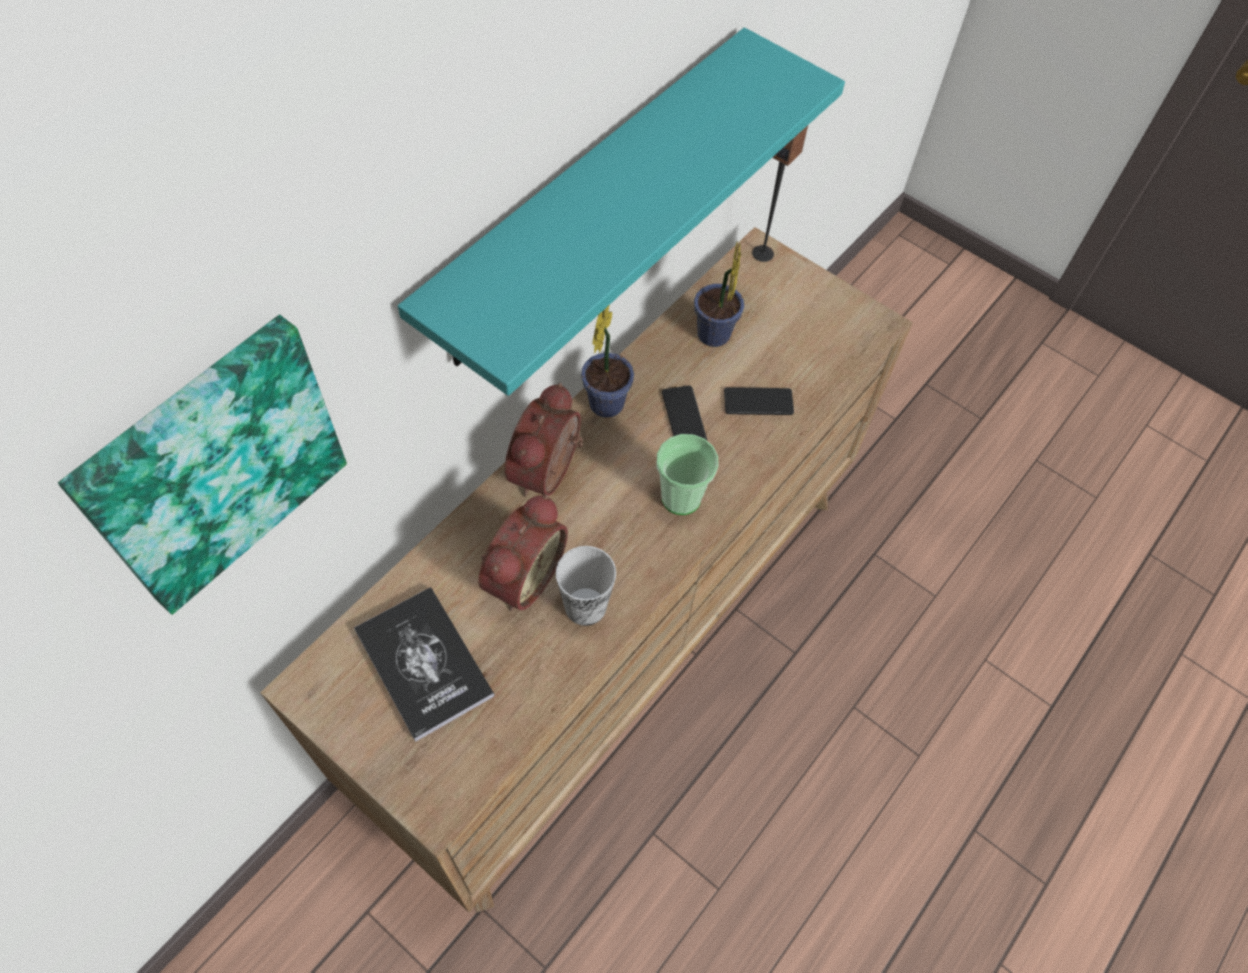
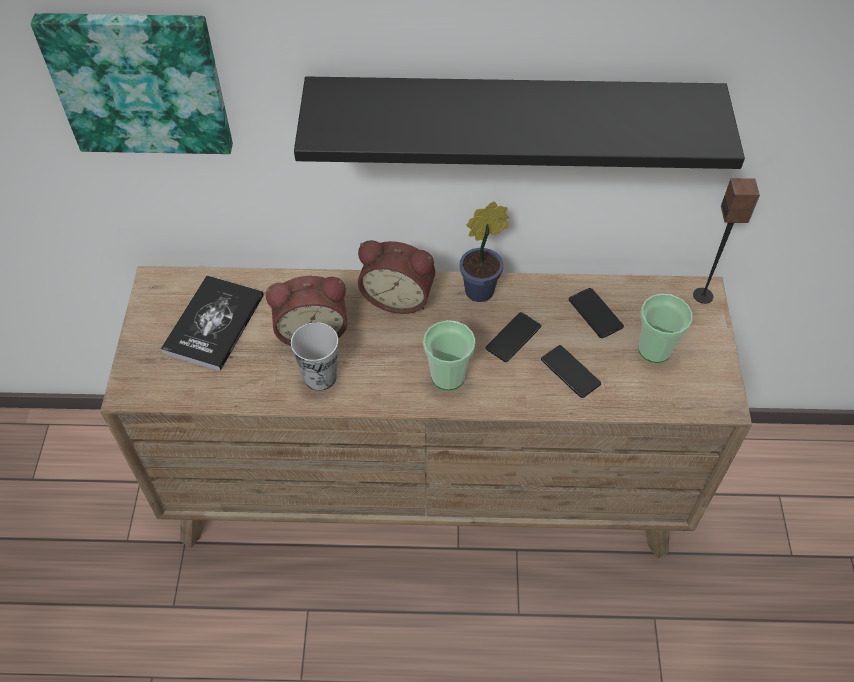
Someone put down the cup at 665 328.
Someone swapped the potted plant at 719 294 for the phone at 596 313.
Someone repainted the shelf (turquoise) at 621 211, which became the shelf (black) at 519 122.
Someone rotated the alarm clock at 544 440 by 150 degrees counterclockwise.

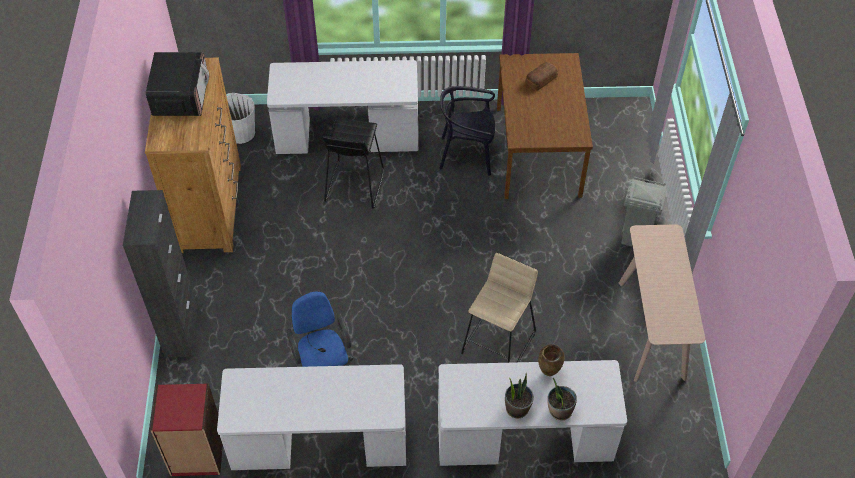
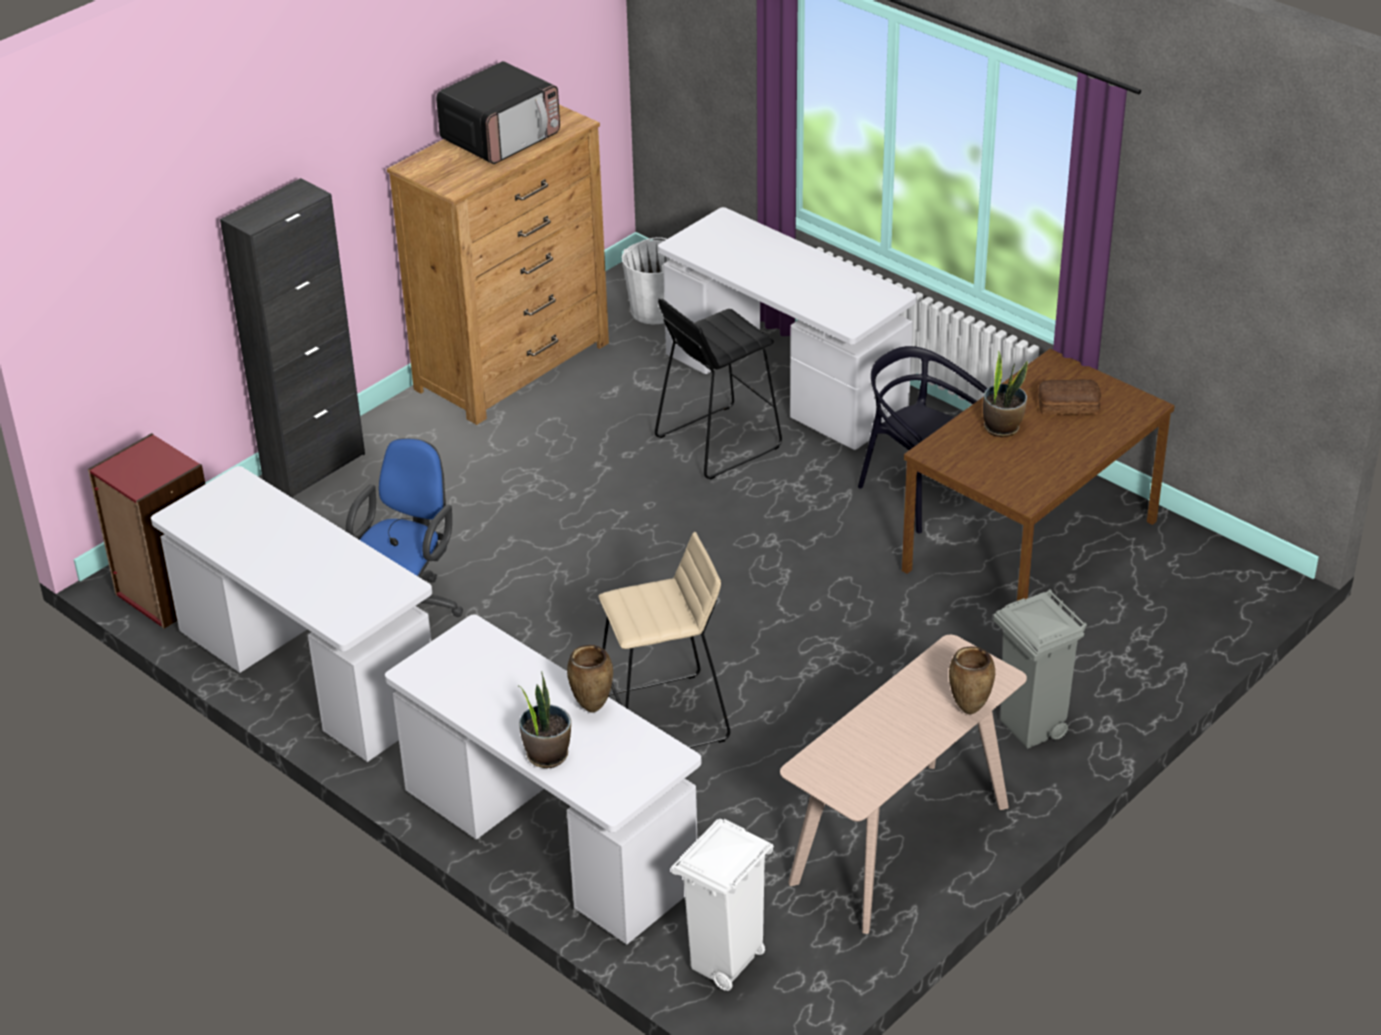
Someone put down the trash can (white) at 722 905.
Someone put down the vase (brown) at 972 680.
Someone carried the potted plant from 519 396 to 1005 394.

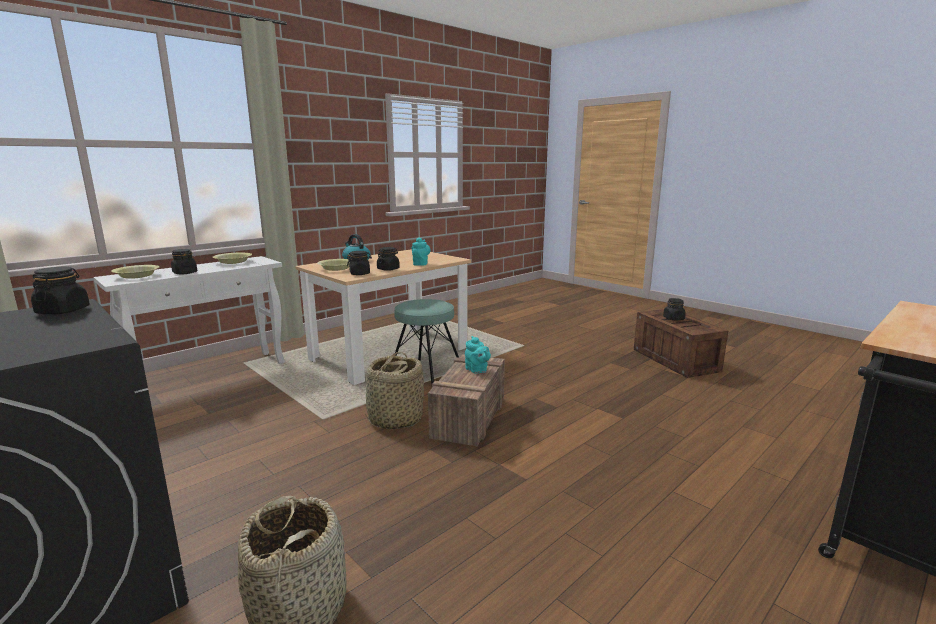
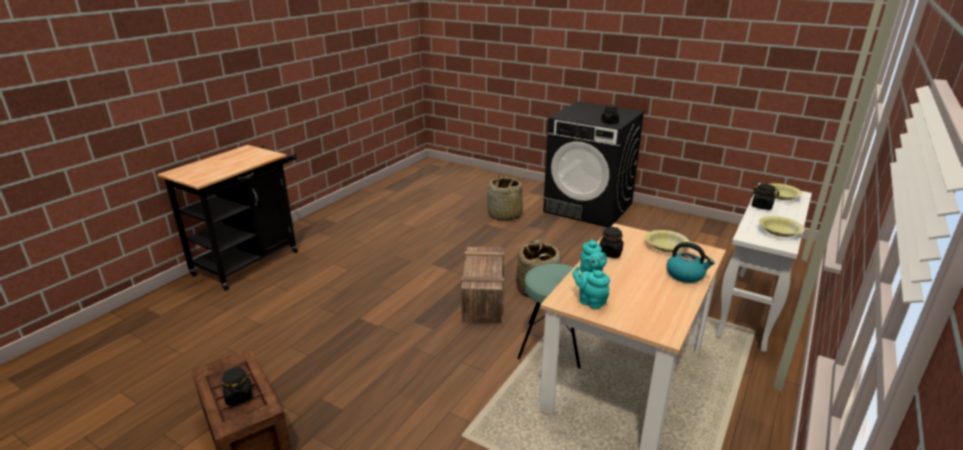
Someone took away the jar (black) at 359 263.
Someone carried the teapot (turquoise) from 478 355 to 591 287.

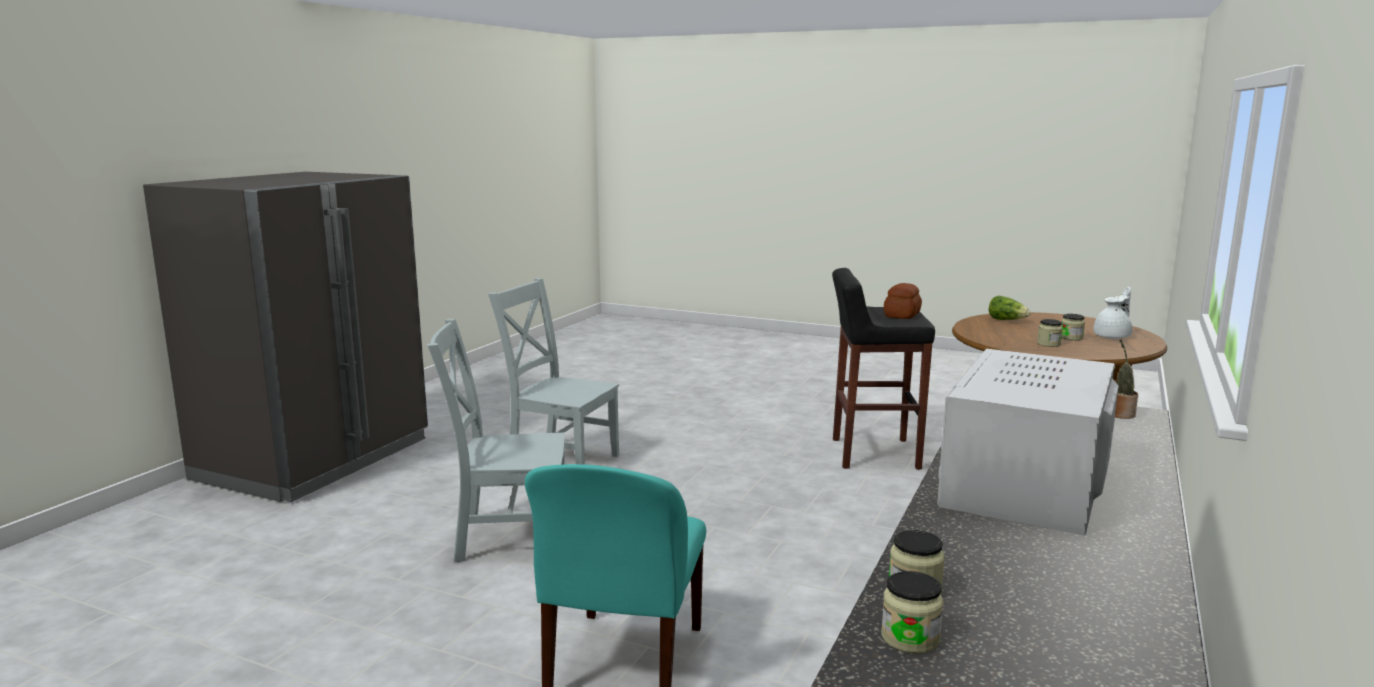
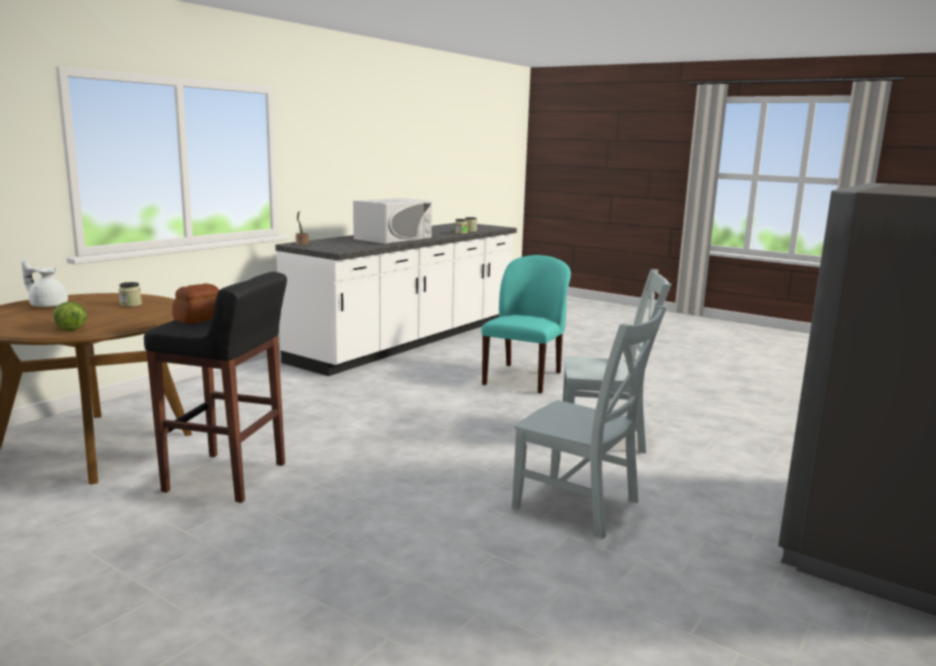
Someone took away the jar at 1073 327.
Someone rotated the teapot (white) at 1112 313 by 45 degrees clockwise.

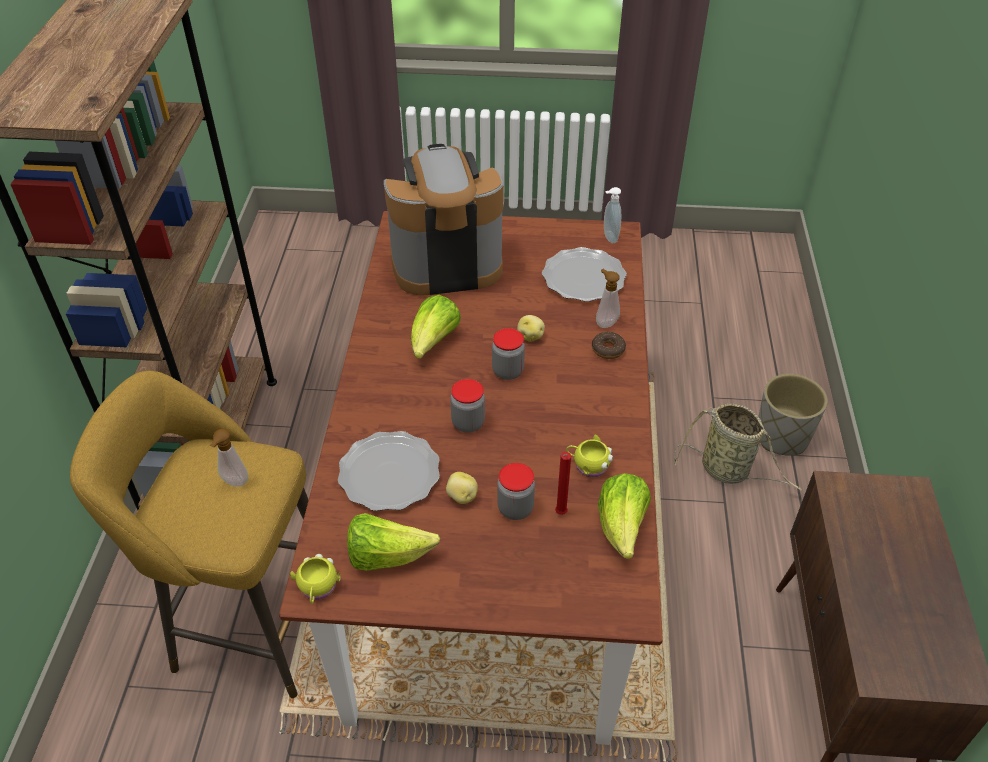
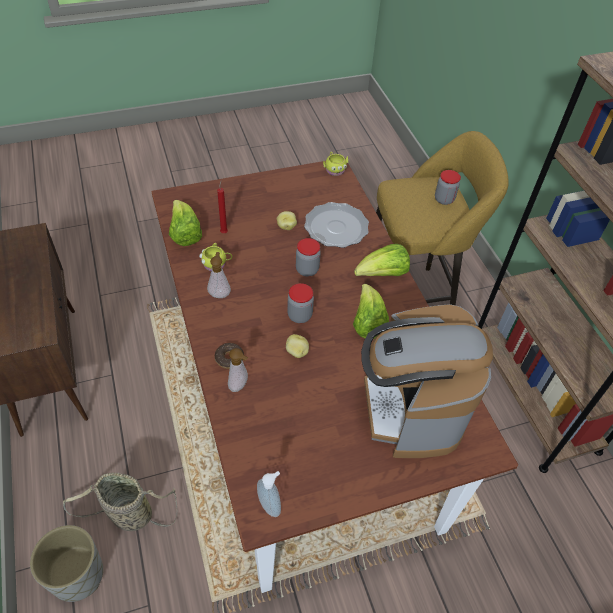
Someone took away the plate at 584 274.
Someone carried the soap dispenser from 229 458 to 219 275.
Someone carried the lettuce from 393 542 to 382 260.
Someone carried the jar from 516 491 to 448 187.
Someone rotated the coffee machine at 444 220 by 120 degrees clockwise.

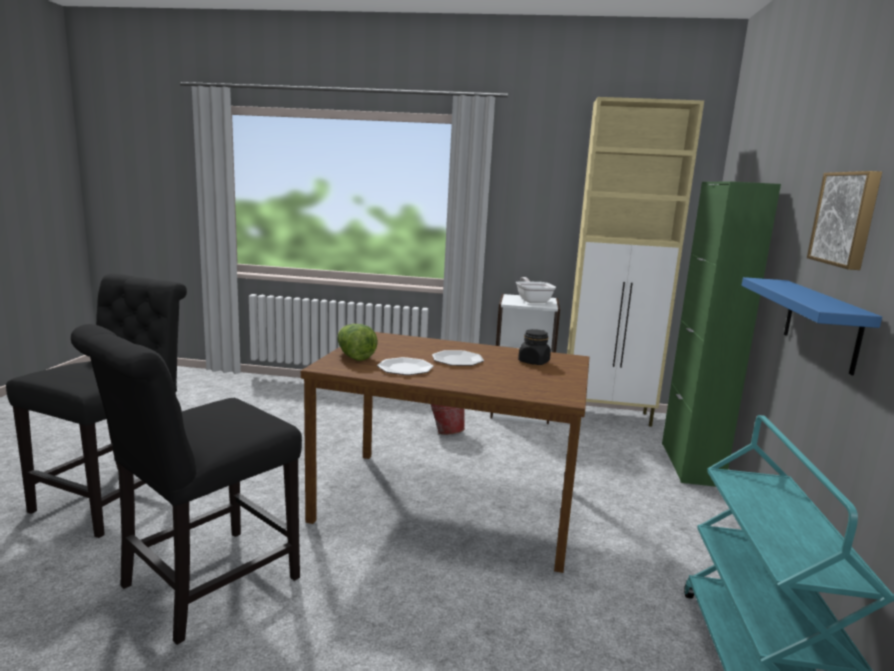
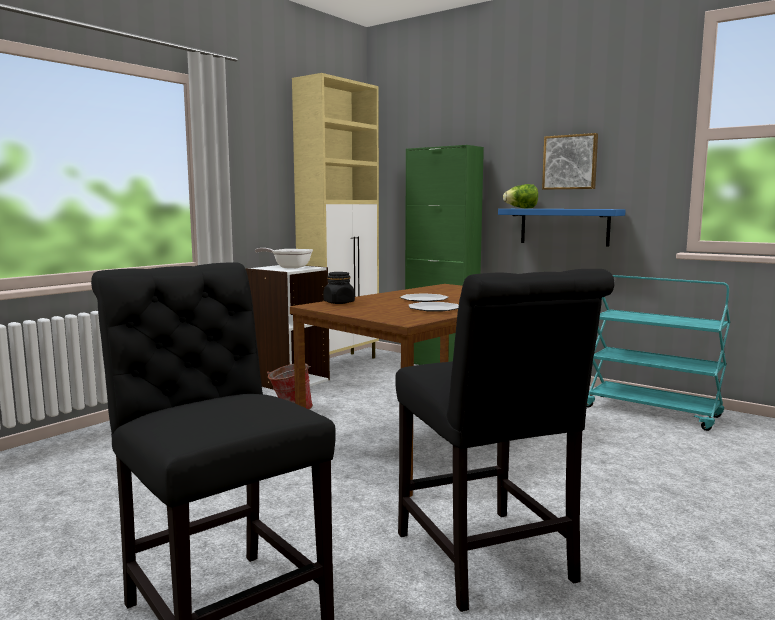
Someone carried the lettuce from 357 342 to 520 196.
Someone carried the jar (black) from 534 347 to 339 288.

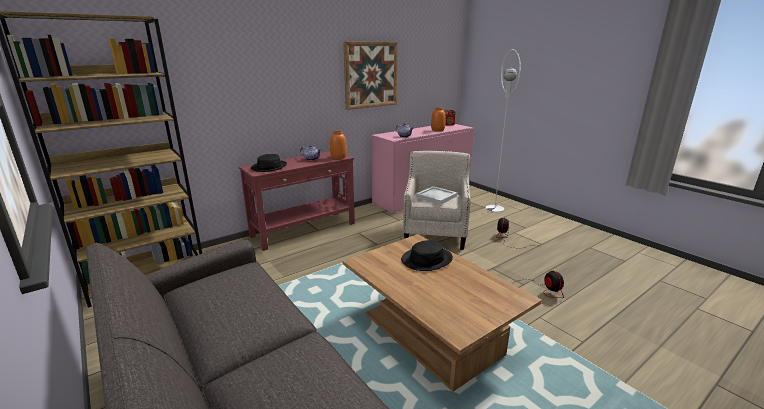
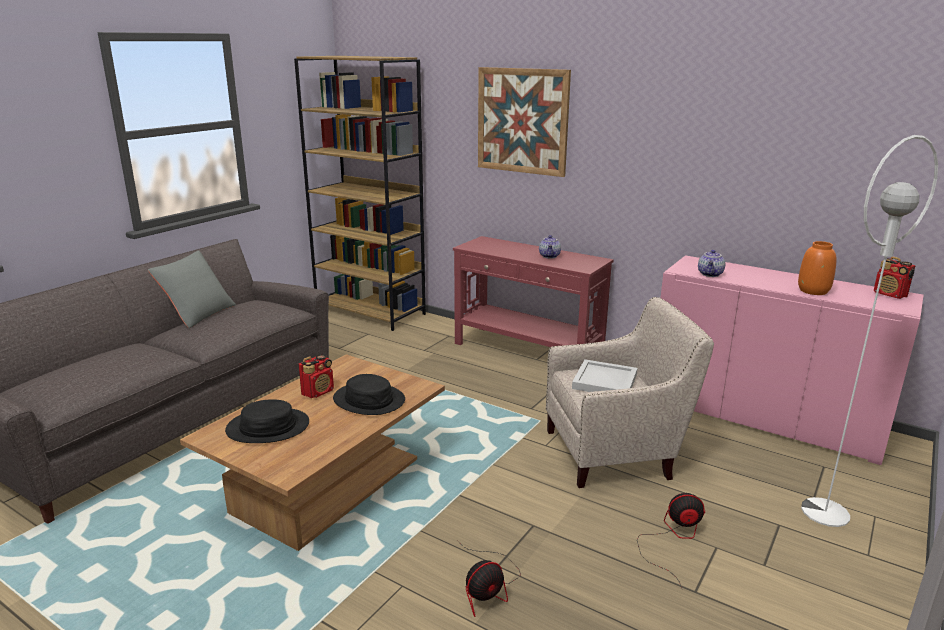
Someone took away the vase (orange) at 338 145.
Someone put down the pillow (grey) at 192 289.
Someone put down the radio at 316 376.
Someone carried the hat (black) from 269 163 to 267 421.
Someone carried the picture from 371 75 to 524 122.

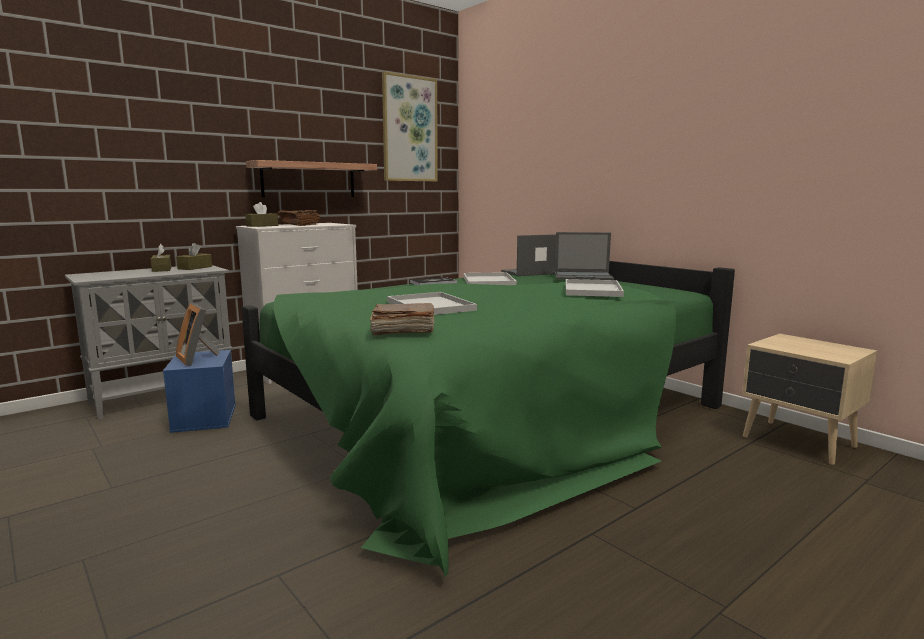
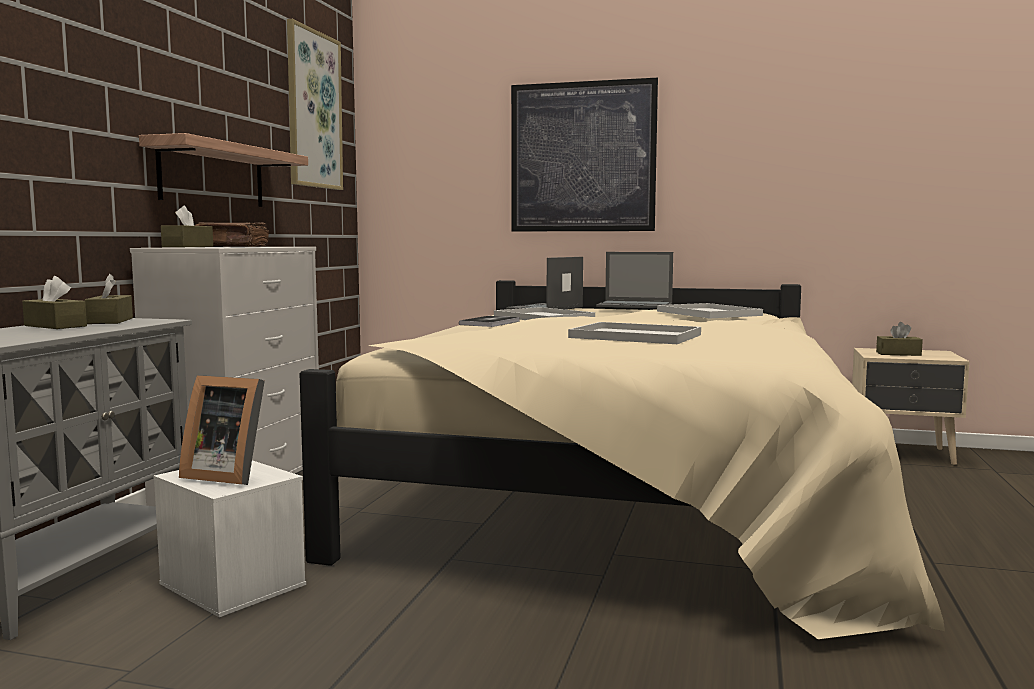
Someone took away the book (brown) at 402 319.
Someone put up the picture at 584 154.
Someone put down the tissue box (brown) at 899 339.
Someone repainted the storage box (blue) at 199 391, which became the storage box (white) at 229 538.
Someone repainted the bed (green) at 488 419, which became the bed (beige) at 622 459.
Someone rotated the laptop at 584 256 by 45 degrees clockwise.

